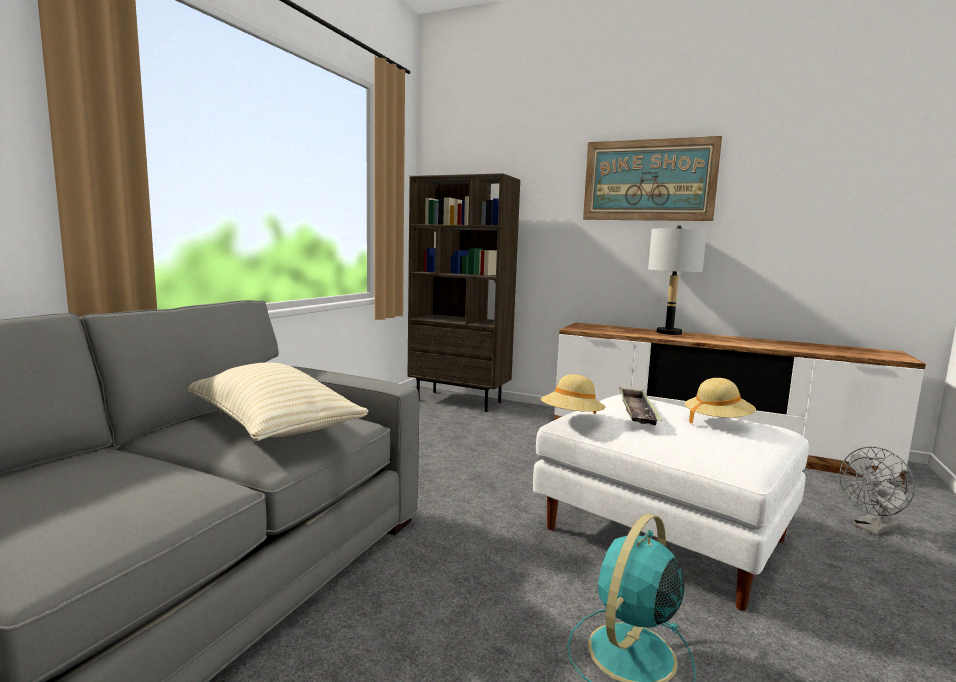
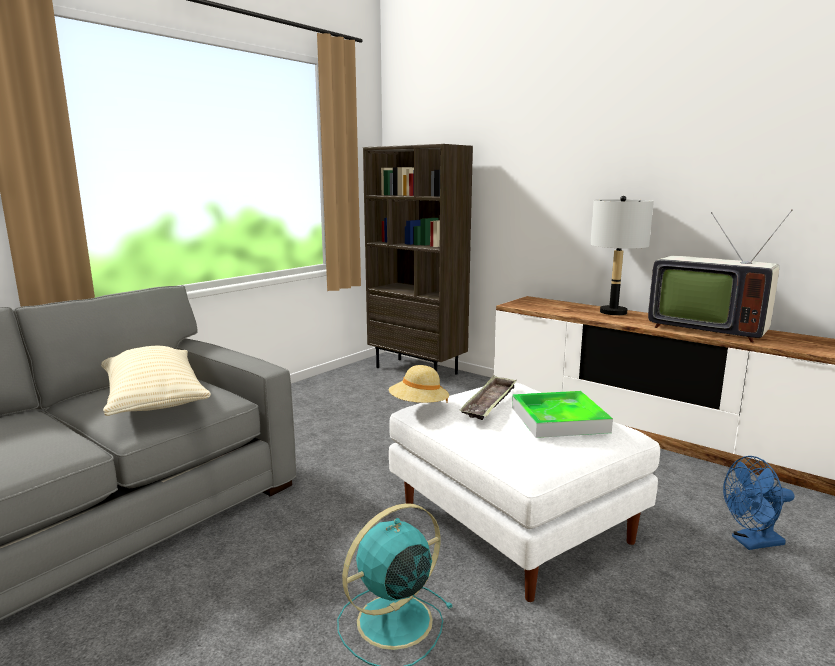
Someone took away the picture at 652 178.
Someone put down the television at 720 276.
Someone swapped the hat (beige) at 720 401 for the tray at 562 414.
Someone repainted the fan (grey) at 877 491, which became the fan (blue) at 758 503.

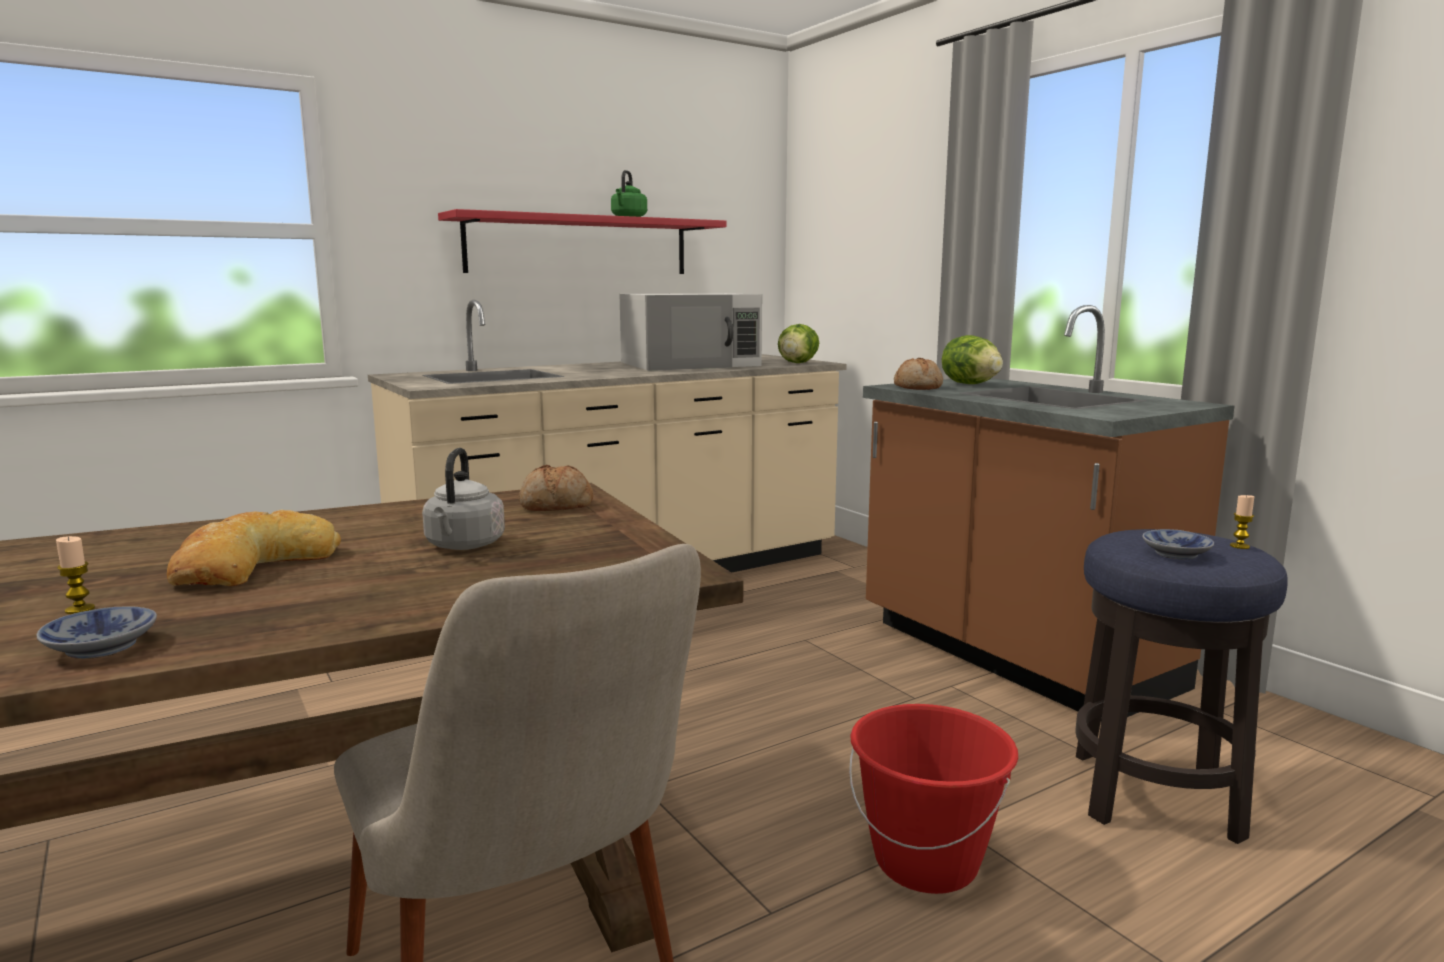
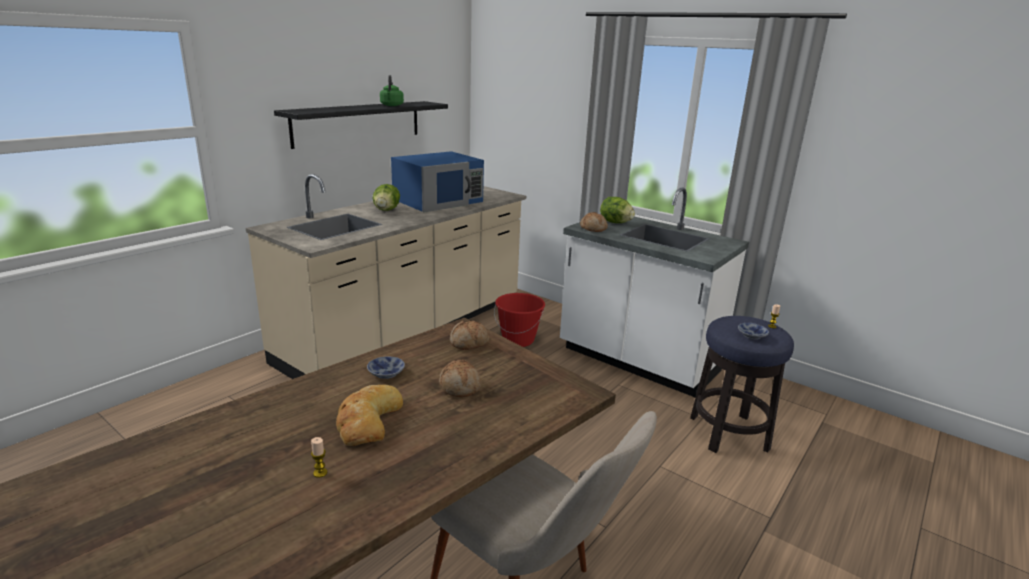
Someone carried the bowl from 96 633 to 386 367.
Someone carried the lettuce from 798 343 to 386 197.
Someone carried the bucket (red) from 933 799 to 519 320.
Someone swapped the kettle (grey) at 463 499 for the bread at 460 378.
Someone repainted the shelf (red) at 582 241, which became the shelf (black) at 361 125.
Someone repainted the microwave (white) at 691 332, which became the microwave (blue) at 437 181.
Someone repainted the counter (brown) at 1048 512, which became the counter (white) at 654 292.

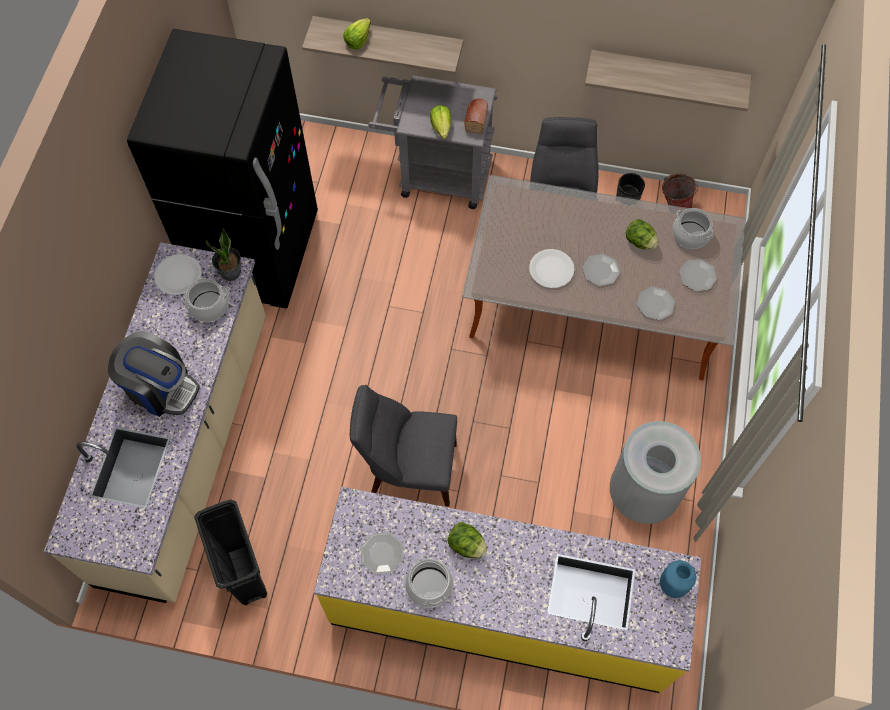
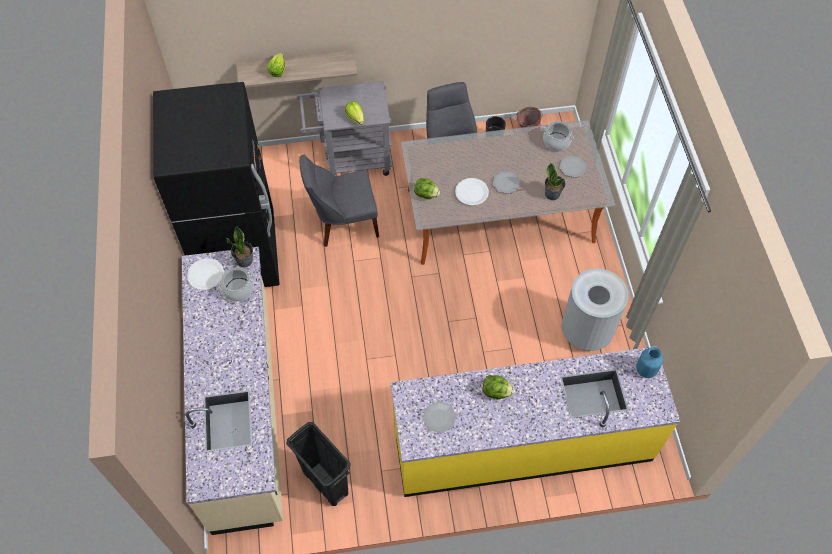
Someone took away the coffee machine at 154 374.
Someone took away the cooking pot at 429 581.
Someone took away the bread at 476 116.
Someone took away the shelf at 668 80.
Someone carried the chair (grey) from 403 446 to 339 200.
Someone carried the lettuce from 642 234 to 427 188.
Someone swapped the plate at 656 303 for the potted plant at 555 181.

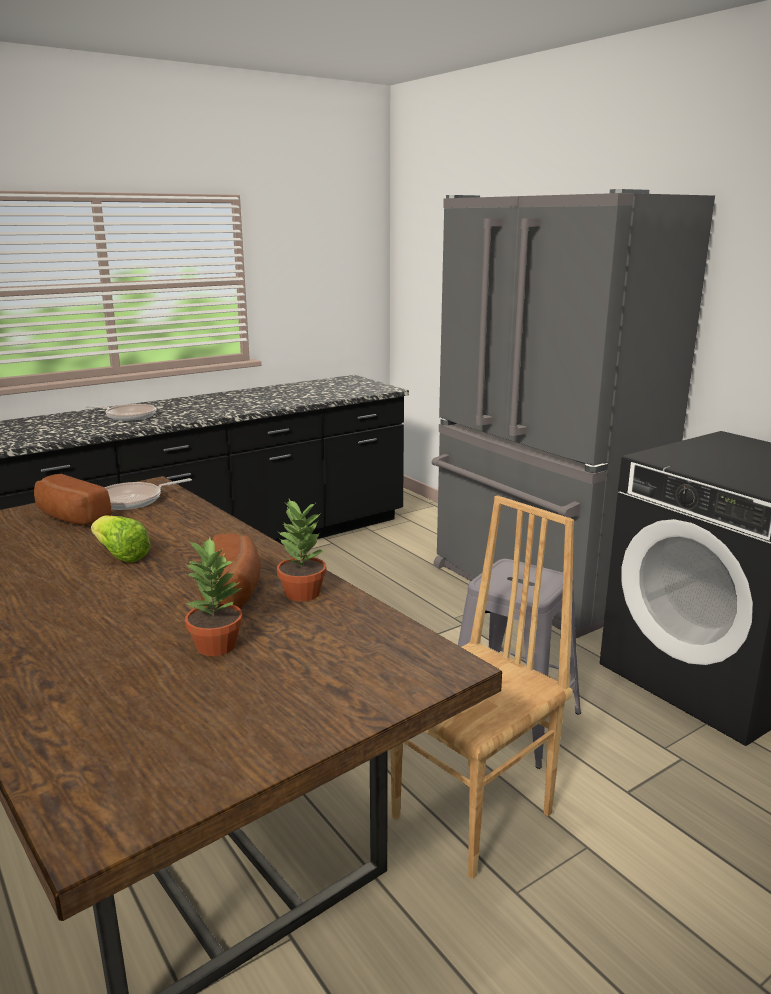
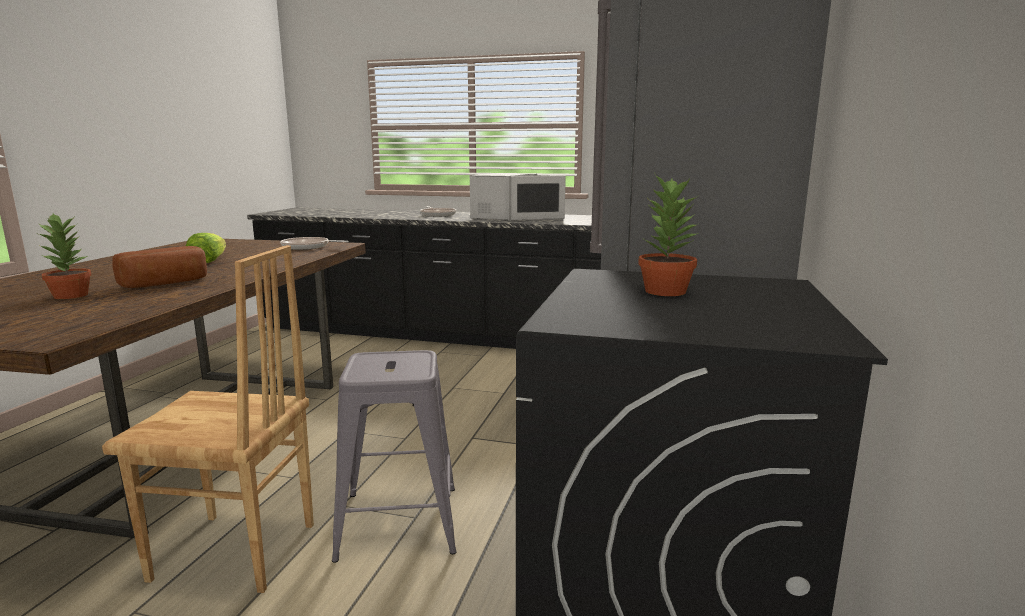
Someone took away the bread at 72 499.
Someone put down the microwave (white) at 518 197.
Someone carried the potted plant from 301 550 to 668 234.

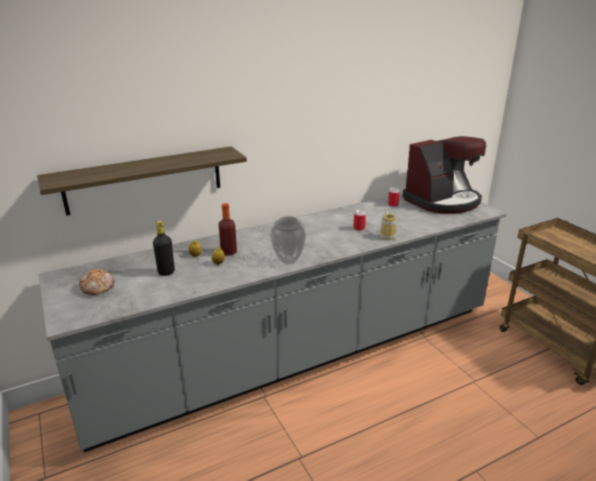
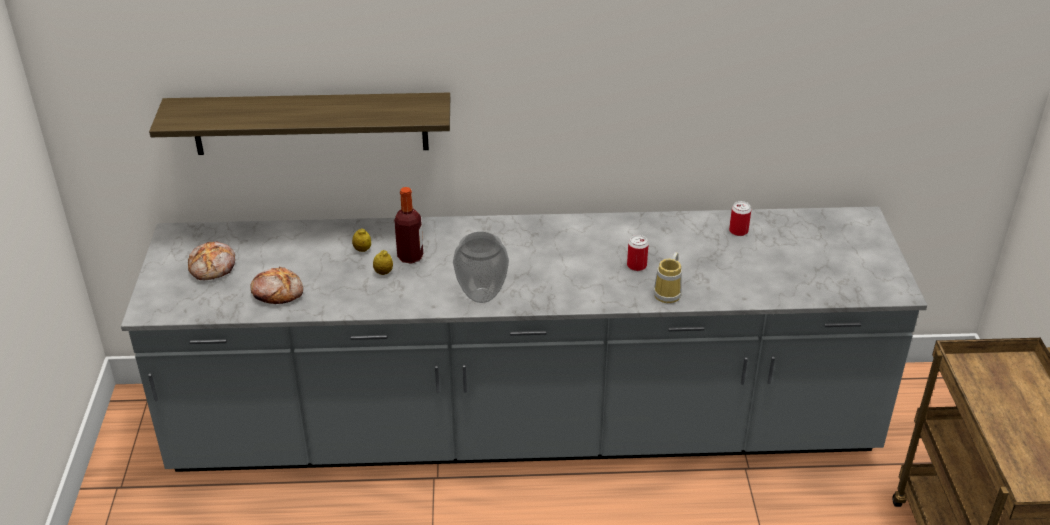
Someone took away the bottle (black) at 164 248.
Someone took away the coffee machine at 444 175.
Someone put down the bread at 277 285.

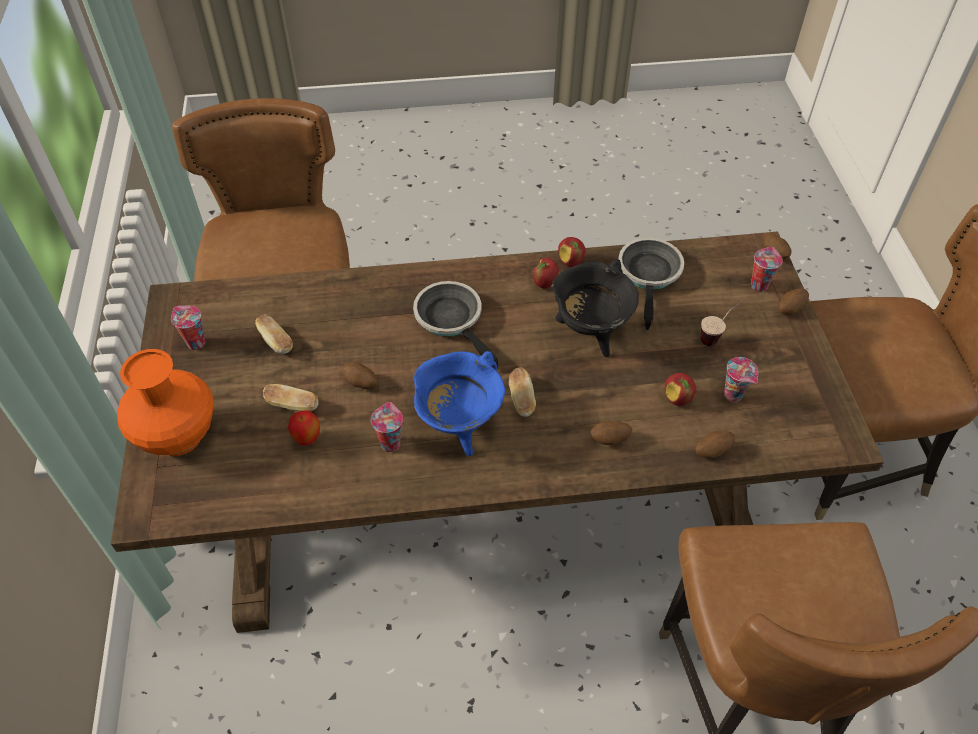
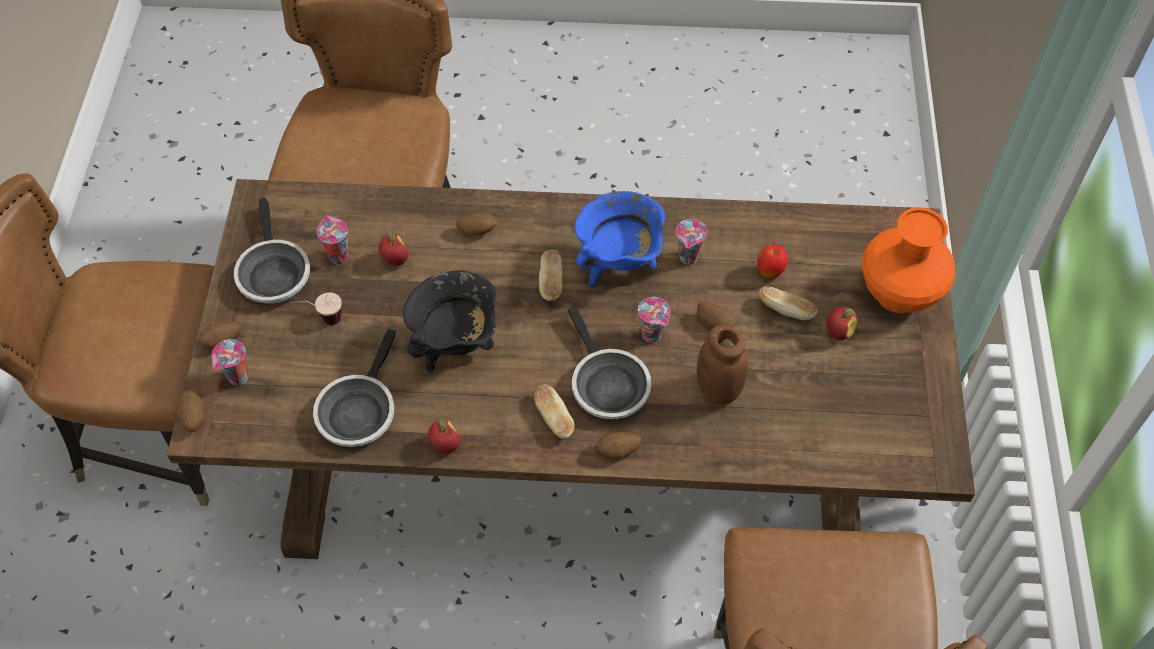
Someone put down the frying pan at 272 251.
Someone put down the jar (brown) at 722 364.
Someone carried the cup from 188 328 to 654 320.
Someone carried the bread from 274 334 to 554 411.
Someone carried the apple from 546 273 to 841 324.
Someone carried the potato from 715 444 to 619 445.

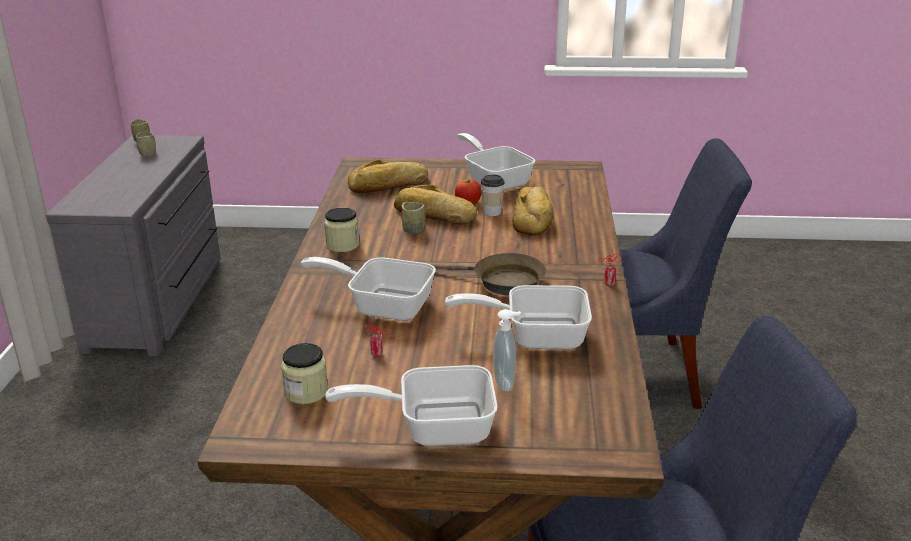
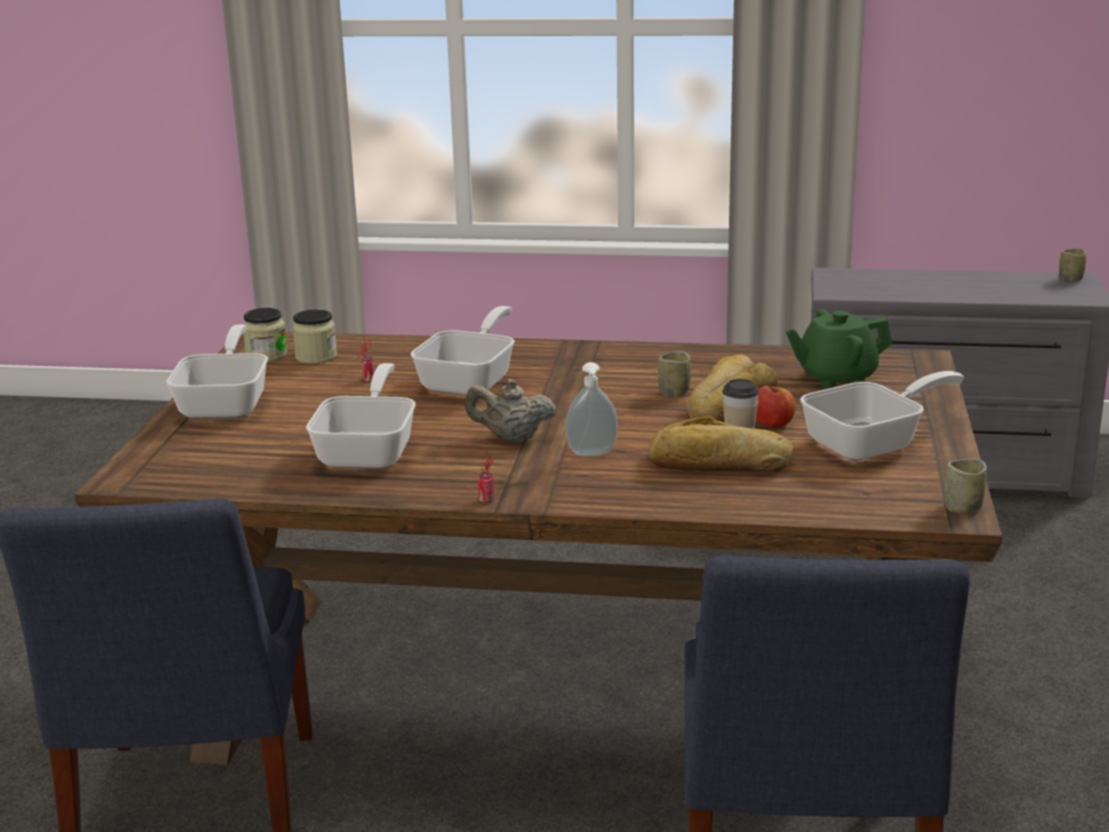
Someone carried the cup from 146 144 to 965 486.
Someone carried the jar from 342 230 to 265 335.
Someone carried the soap dispenser from 507 350 to 592 409.
Someone swapped the bread at 388 176 for the teapot (green) at 839 348.
Someone swapped the frying pan (brown) at 488 274 for the teapot (beige) at 510 410.

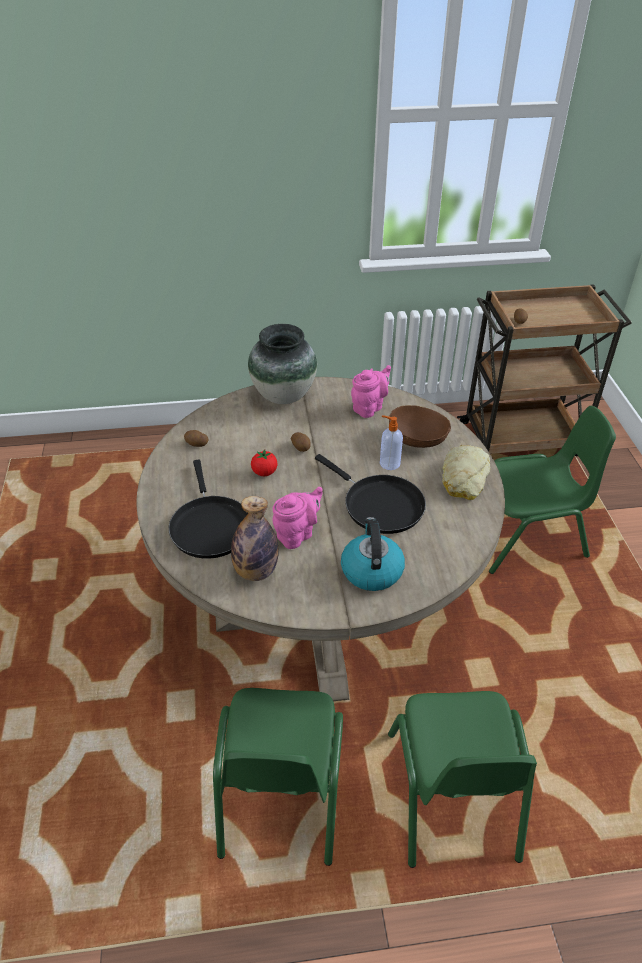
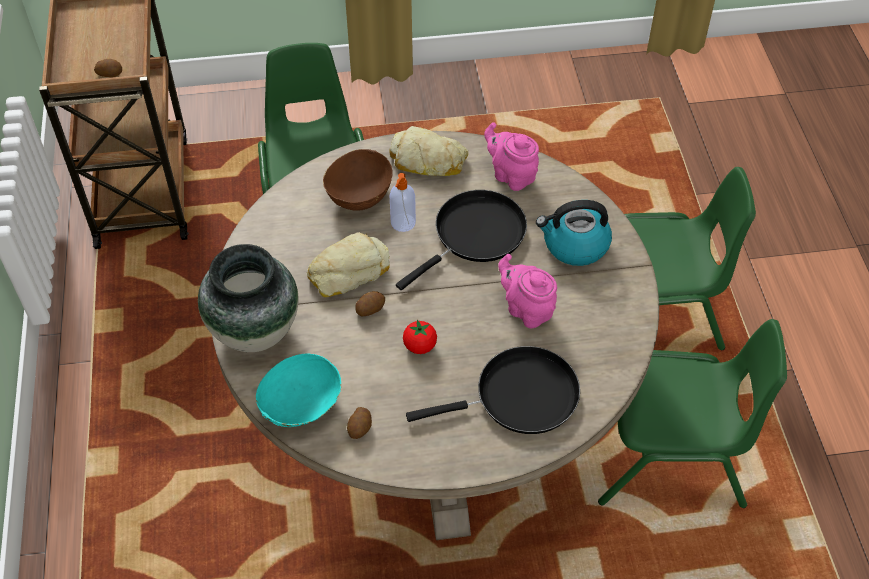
Someone took away the bottle at 255 538.
Someone put down the bowl (turquoise) at 298 390.
Someone put down the bread at 348 264.
Someone carried the teapot (pink) from 371 391 to 511 156.

